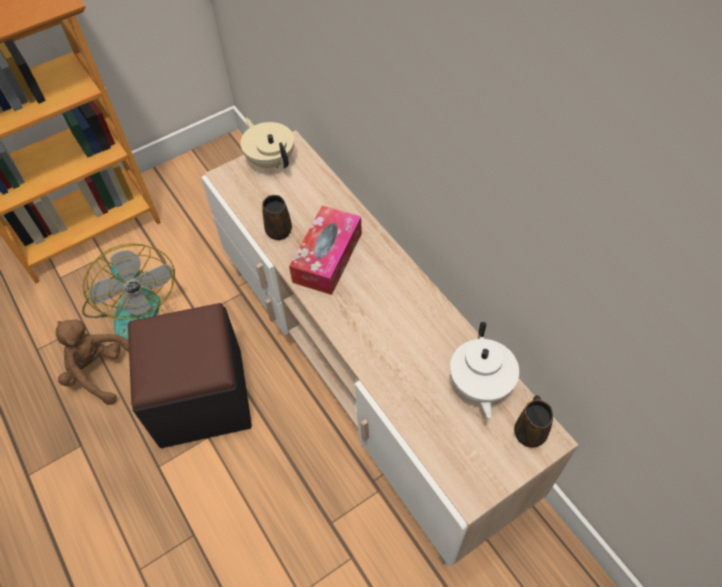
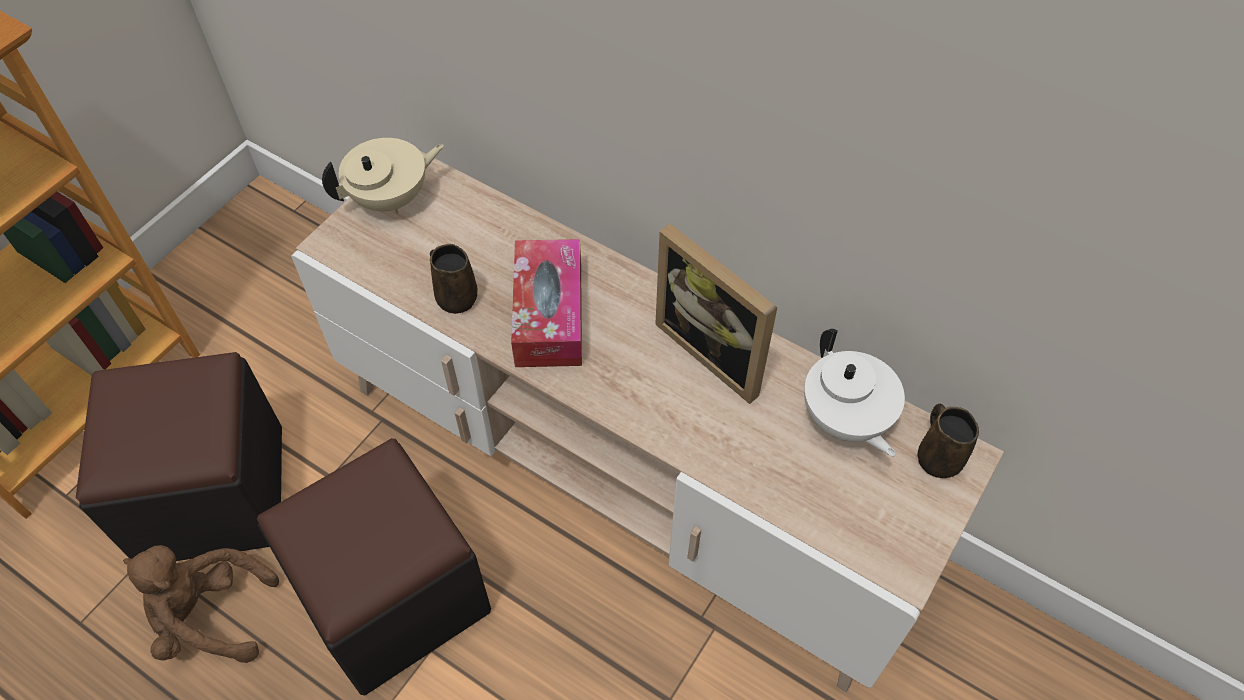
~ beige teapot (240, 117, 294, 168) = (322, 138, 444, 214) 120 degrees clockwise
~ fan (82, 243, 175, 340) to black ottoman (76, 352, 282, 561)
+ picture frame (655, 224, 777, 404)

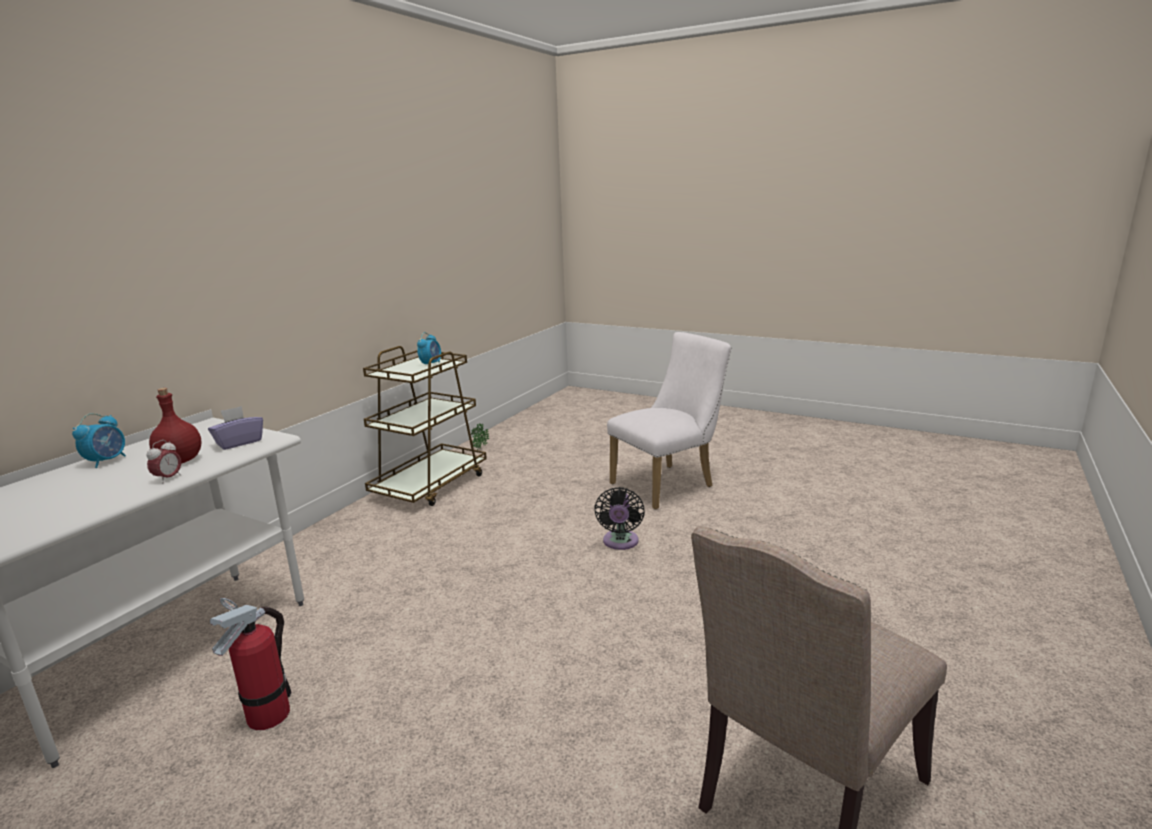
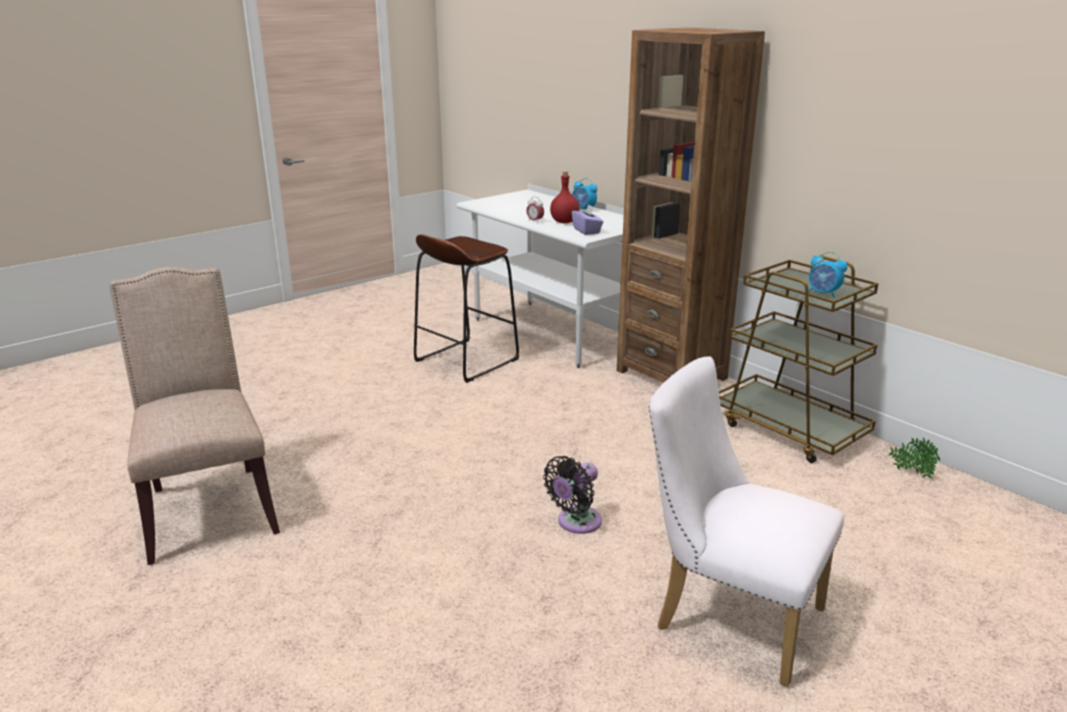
~ white chair (607, 332, 731, 510) = (649, 356, 844, 687) 135 degrees clockwise
~ black fan (594, 487, 645, 550) = (543, 456, 602, 534) 75 degrees counterclockwise
~ fire extinguisher (210, 598, 291, 730) to brown stool (414, 234, 519, 383)
+ brown bookcase (617, 28, 765, 383)

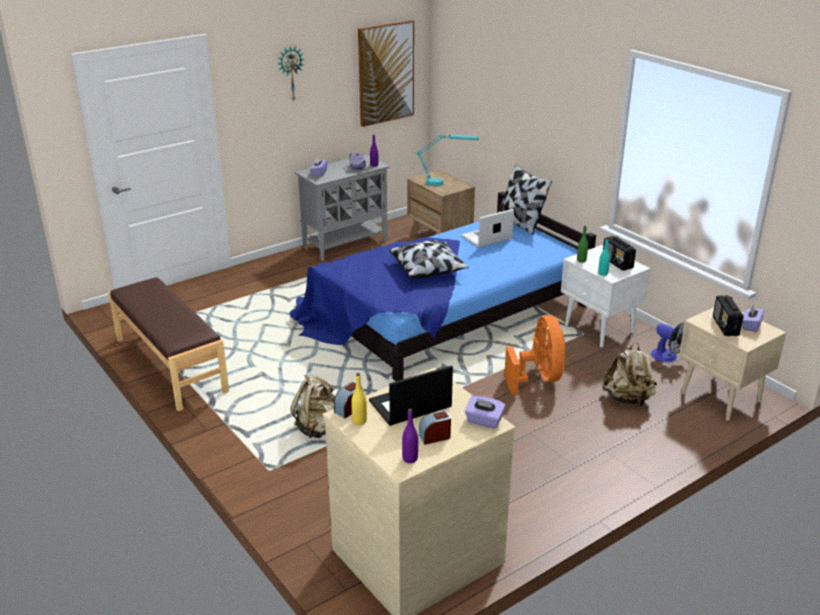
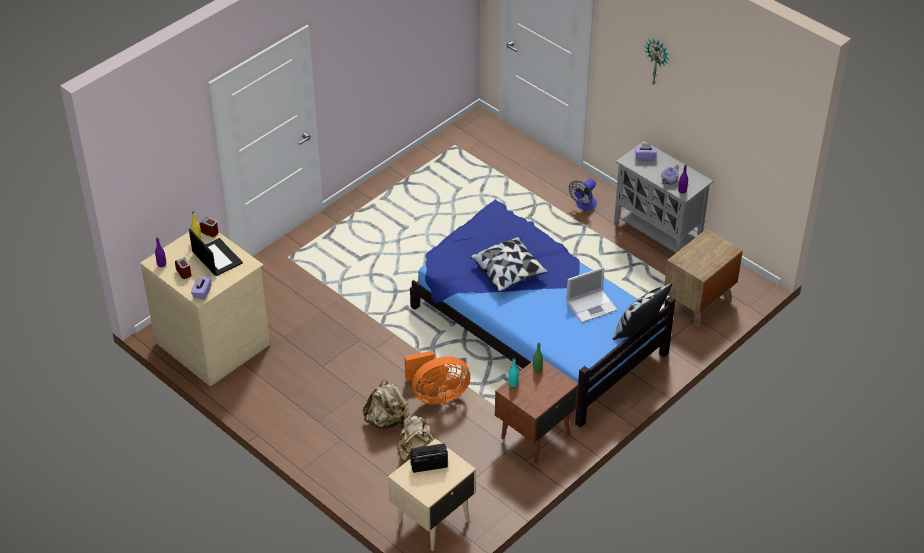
- picture (358, 20, 414, 127)
- turquoise table lamp (417, 133, 479, 186)
~ laptop (461, 209, 514, 248) = (566, 267, 617, 323) 105 degrees clockwise
- radio (603, 236, 636, 271)
~ white nightstand (561, 245, 651, 347) to brown nightstand (495, 360, 579, 463)
- brown bench (108, 277, 229, 411)
- purple tissue box (742, 304, 765, 332)
~ fan (651, 322, 685, 363) to (569, 179, 597, 211)
~ beige backpack (290, 374, 335, 438) to (363, 379, 410, 429)

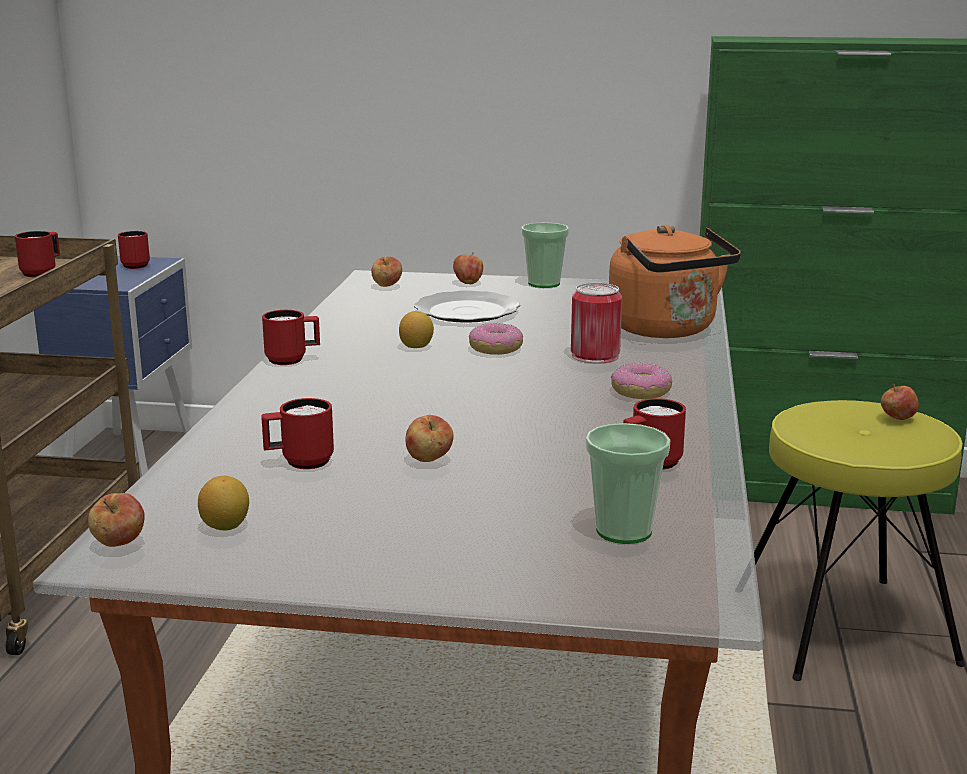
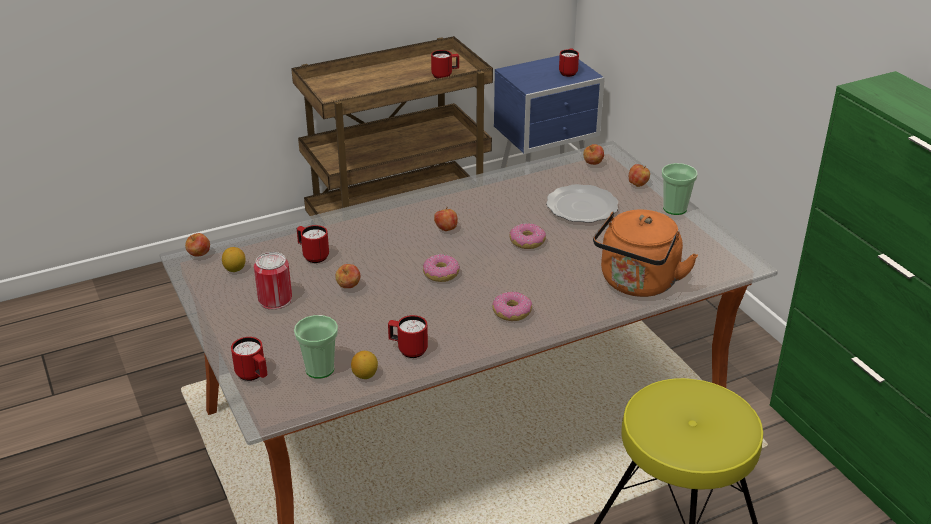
~ can (571, 283, 622, 363) to (254, 252, 292, 310)
~ red mug (262, 310, 320, 365) to (231, 337, 267, 381)
~ lemon (399, 311, 434, 348) to (351, 351, 378, 379)
~ apple (881, 384, 919, 420) to (434, 207, 458, 231)
+ donut (423, 254, 460, 282)

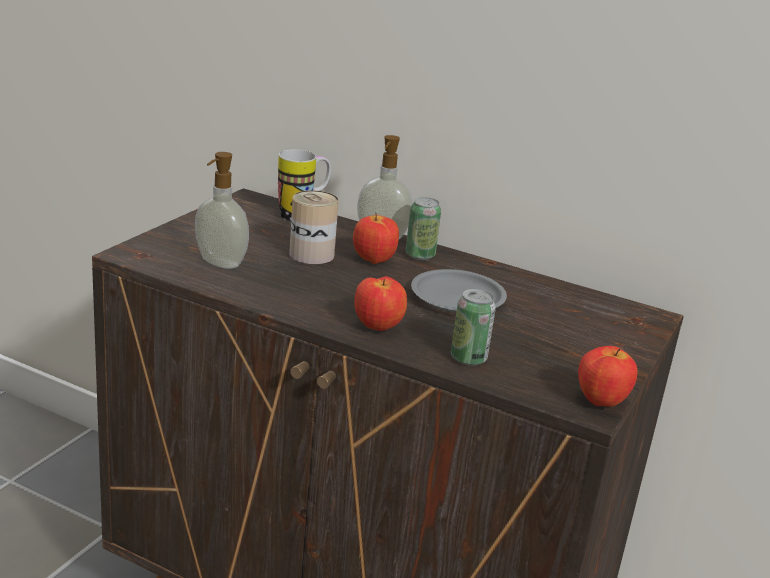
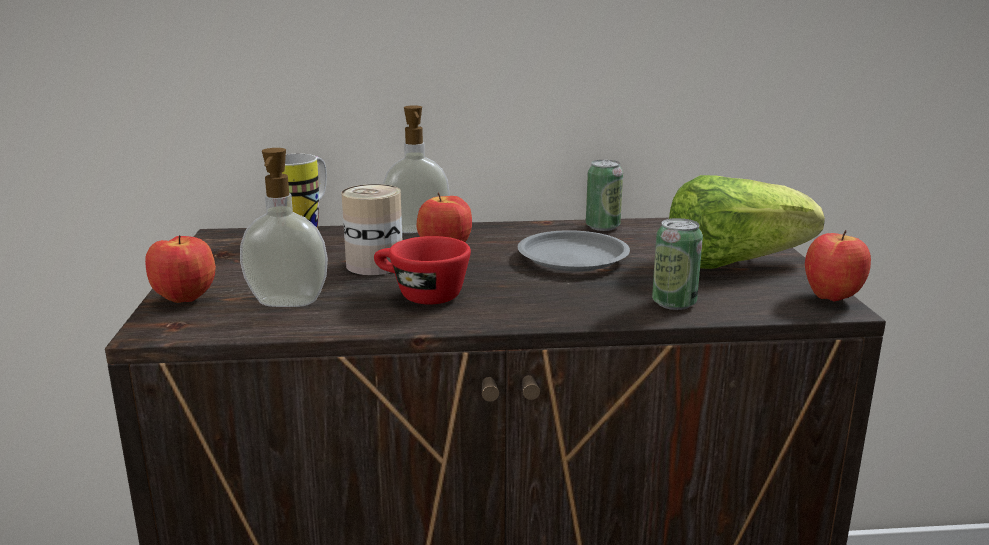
~ can (406, 197, 441, 260) to (586, 160, 623, 231)
~ apple (354, 276, 407, 331) to (145, 235, 216, 303)
+ lettuce (669, 175, 825, 269)
+ red cup (374, 236, 471, 305)

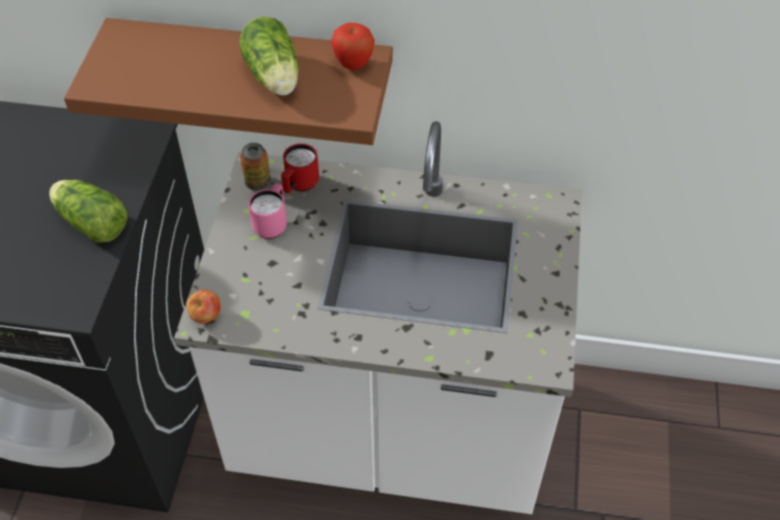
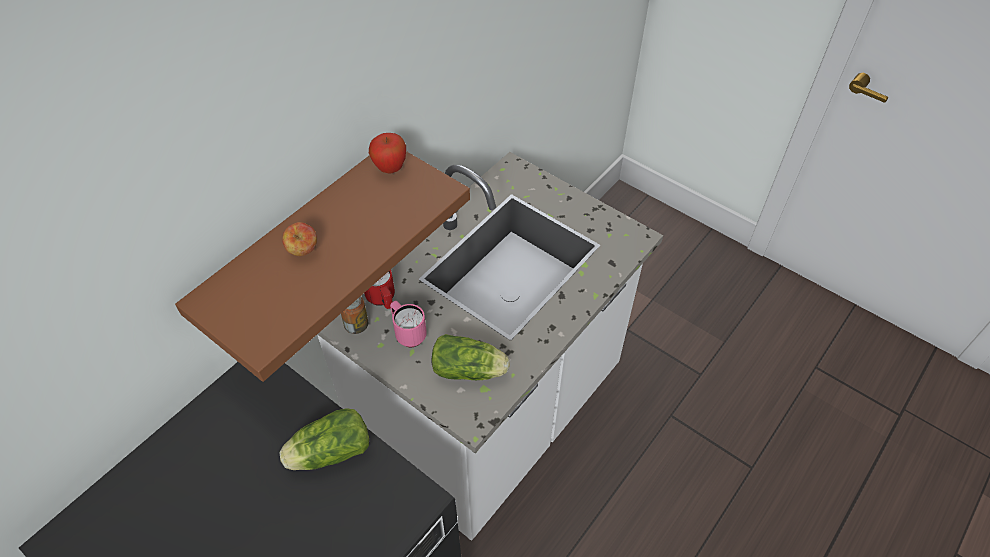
~ lettuce (239, 16, 299, 96) to (432, 334, 510, 380)
~ apple (187, 290, 221, 324) to (282, 222, 317, 256)

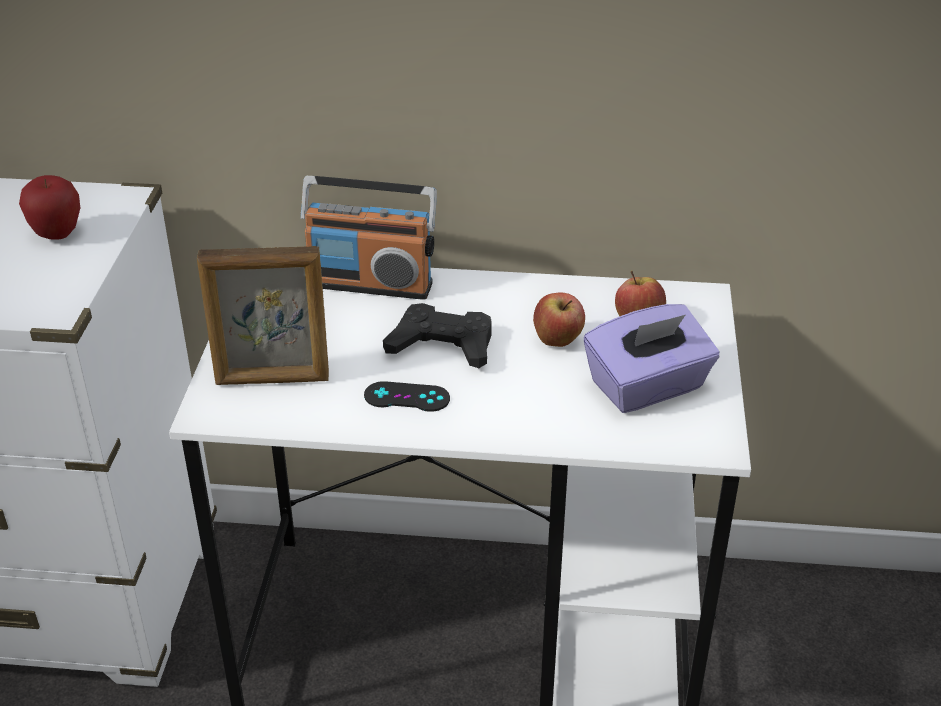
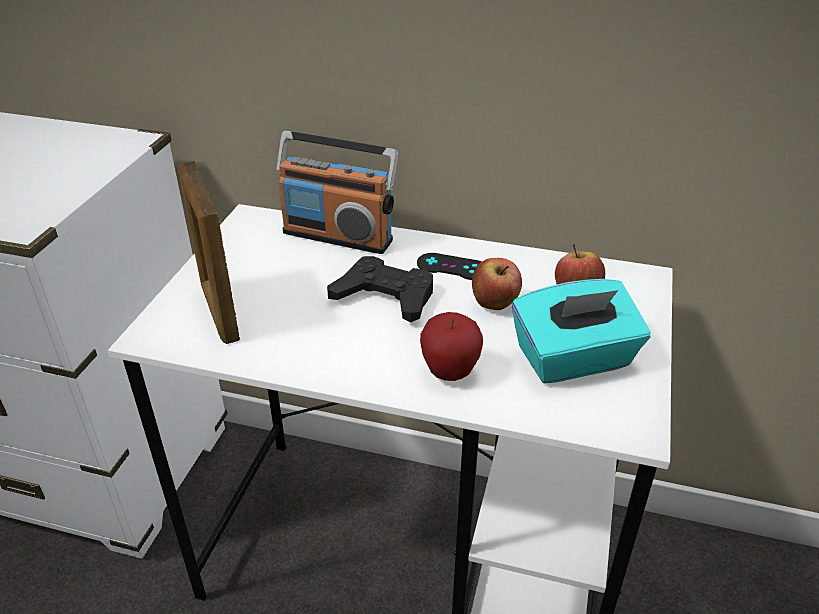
~ apple (19, 175, 80, 240) to (420, 312, 483, 381)
~ picture frame (197, 246, 329, 385) = (178, 161, 240, 344) 60 degrees clockwise
~ purple tissue box (584, 304, 720, 413) to turquoise tissue box (512, 279, 651, 384)
~ black game controller (364, 381, 450, 412) to (417, 253, 482, 280)

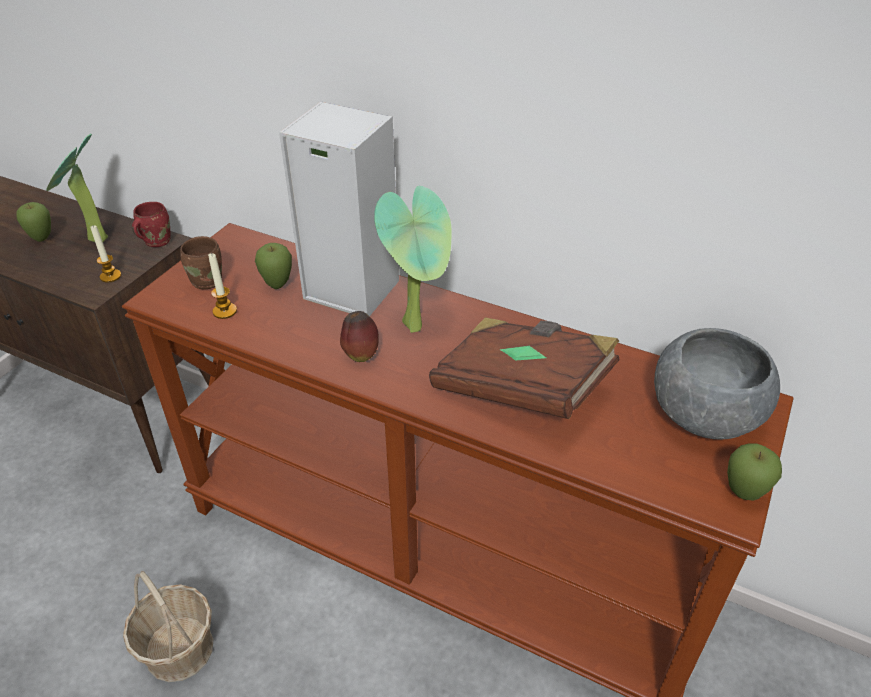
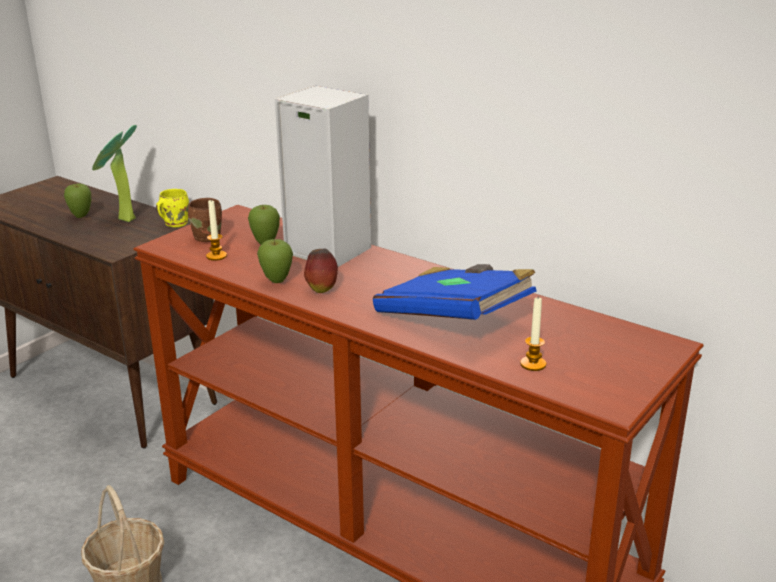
- potted plant (374, 186, 452, 333)
~ red mug (132, 202, 171, 247) to yellow mug (156, 189, 189, 227)
~ candle (90, 226, 121, 283) to (520, 298, 546, 371)
~ brown book (429, 317, 619, 419) to blue book (373, 264, 537, 320)
- grey bowl (654, 328, 780, 440)
~ apple (727, 444, 782, 501) to (257, 239, 293, 283)

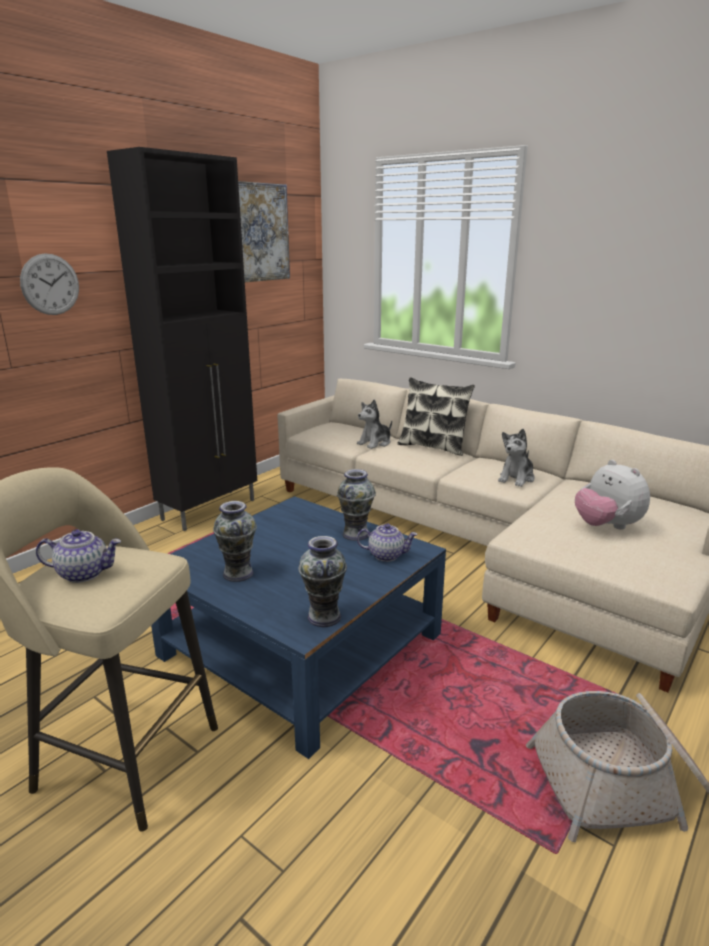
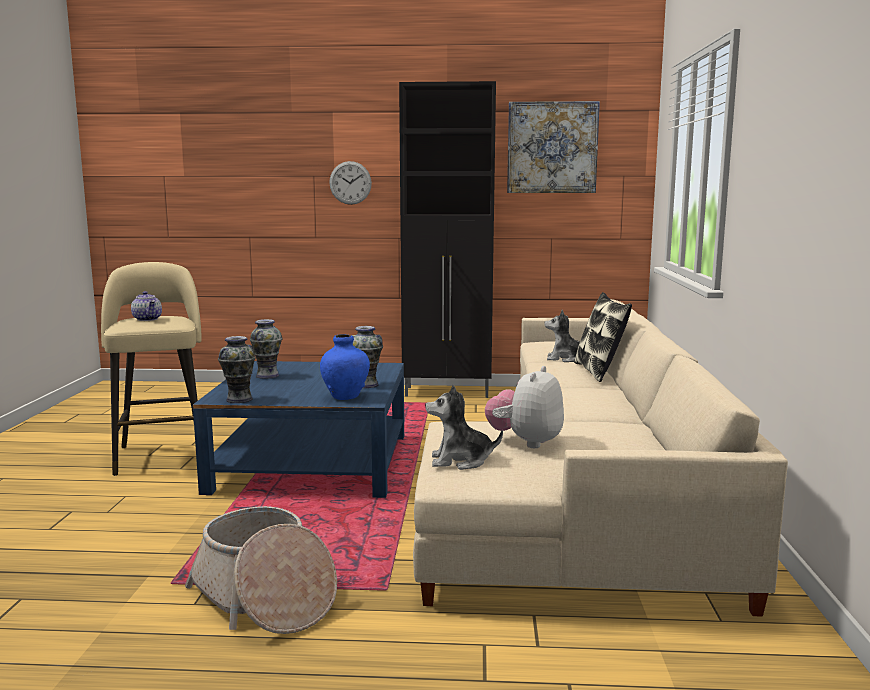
~ plush toy (498, 429, 535, 487) to (425, 384, 503, 470)
~ teapot (357, 523, 418, 562) to blue vase (320, 334, 370, 400)

